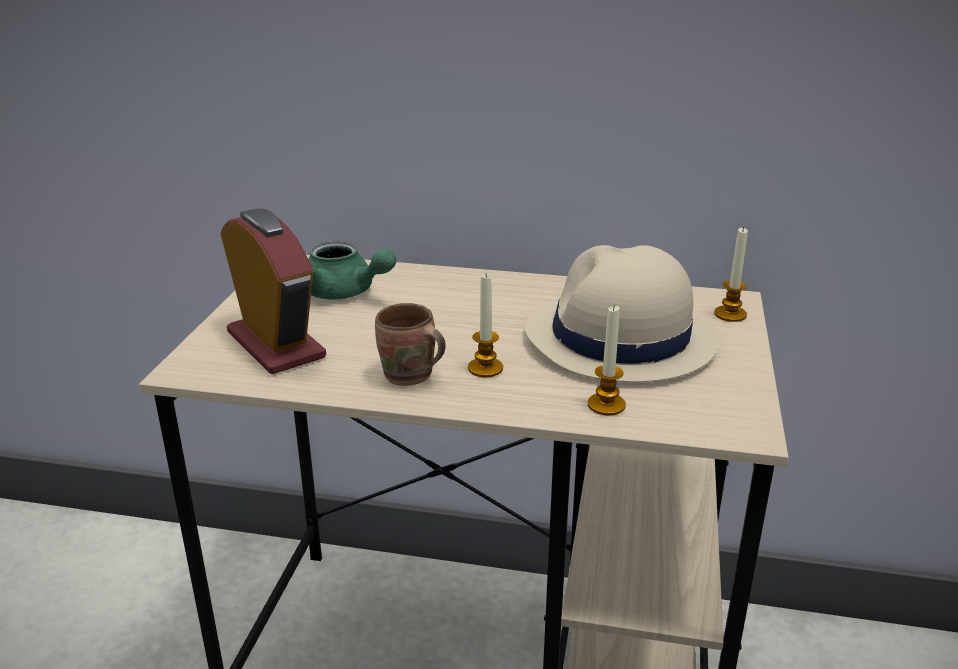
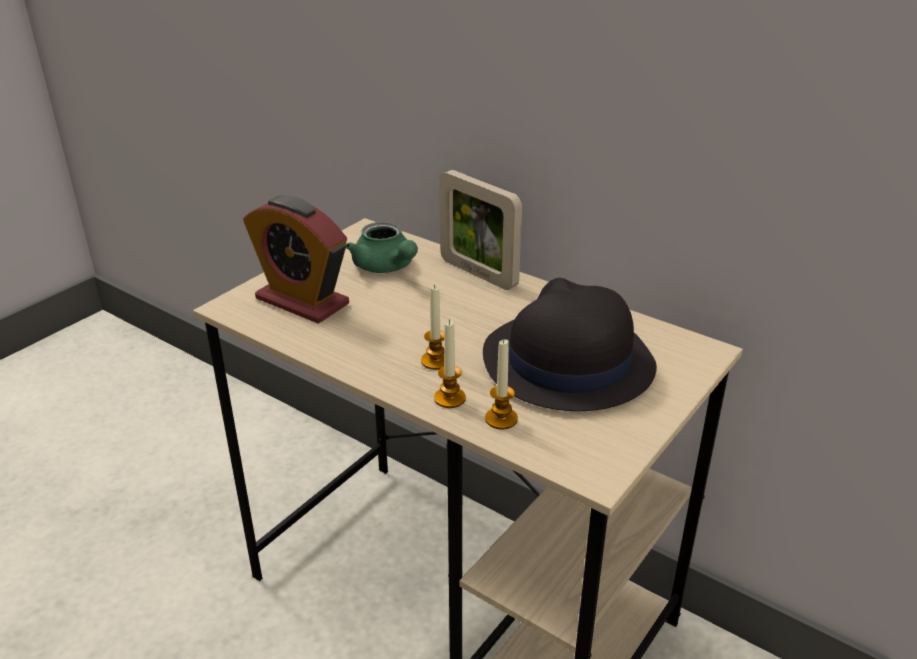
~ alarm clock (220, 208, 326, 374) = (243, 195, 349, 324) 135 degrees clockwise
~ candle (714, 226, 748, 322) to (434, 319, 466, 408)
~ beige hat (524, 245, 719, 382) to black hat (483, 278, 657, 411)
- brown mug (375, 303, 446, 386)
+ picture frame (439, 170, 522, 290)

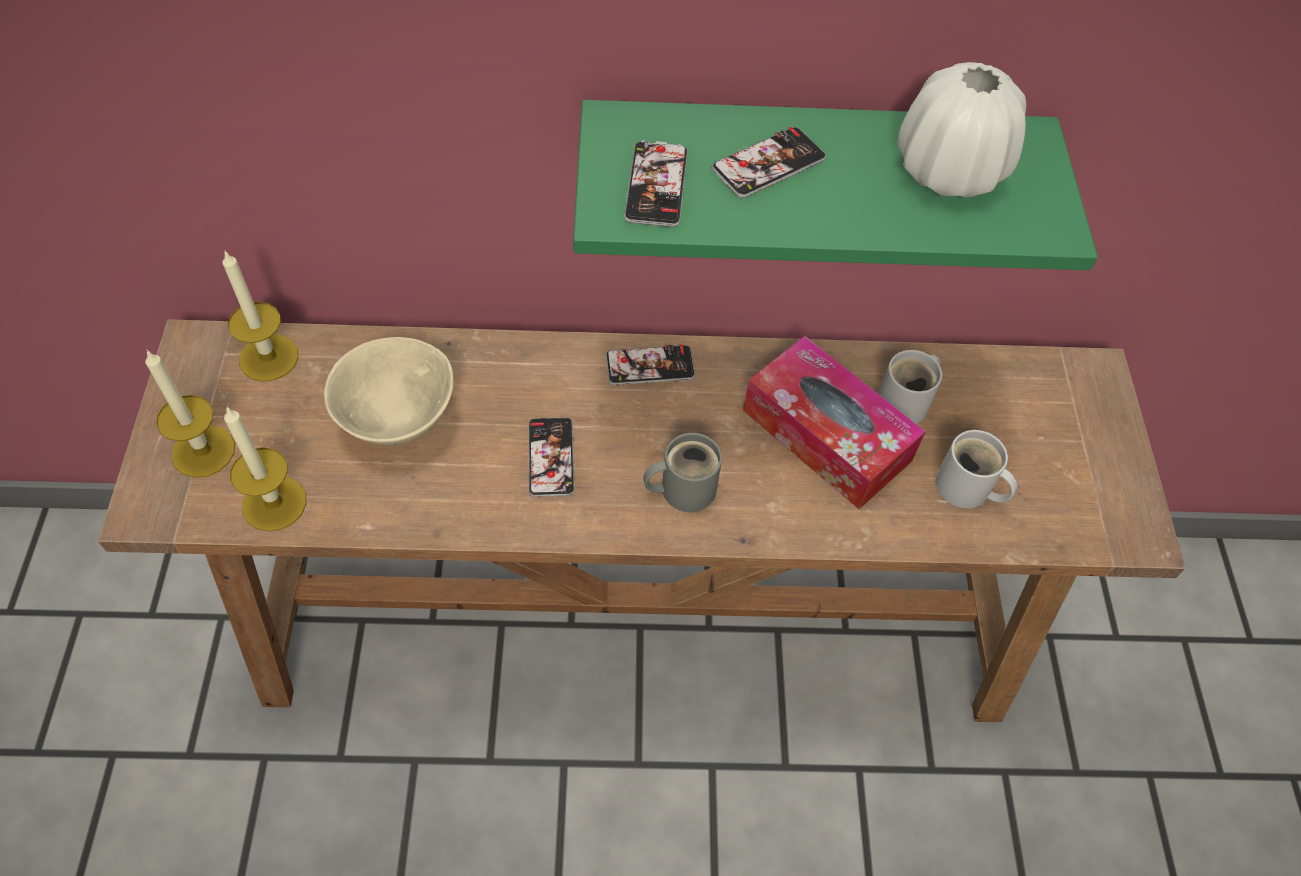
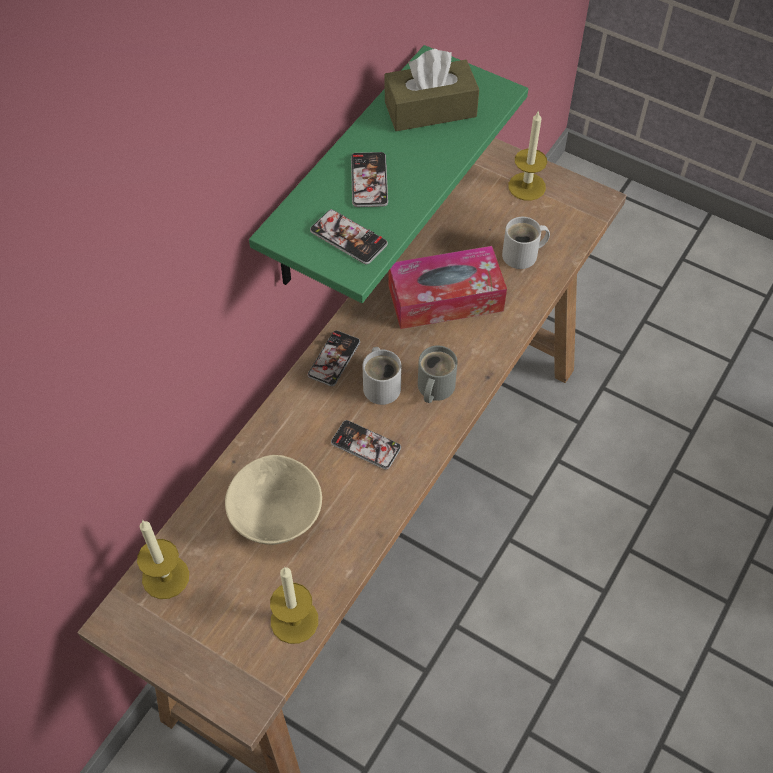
~ white vase (897, 62, 1026, 198) to brown tissue box (384, 49, 479, 131)
~ candle (145, 349, 235, 478) to (508, 110, 547, 201)
~ white mug (878, 350, 942, 424) to (363, 347, 401, 405)

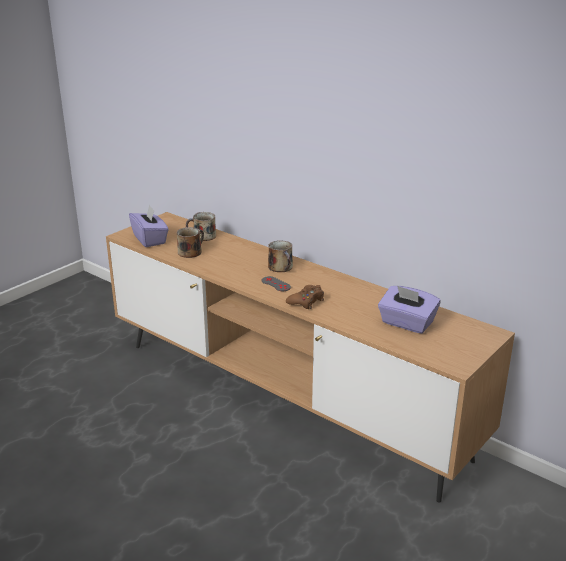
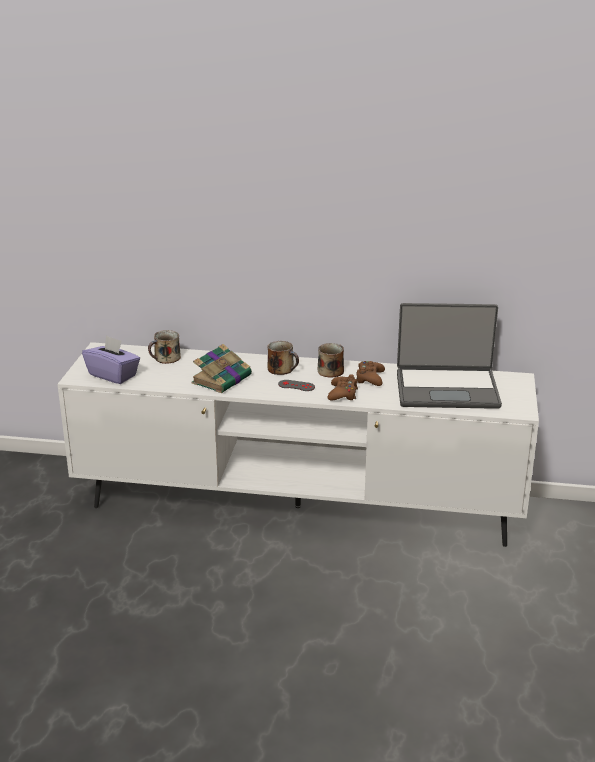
~ brown tv stand (106, 212, 515, 502) to white tv stand (58, 342, 539, 547)
~ mug (177, 227, 204, 258) to (318, 343, 344, 377)
~ purple tissue box (378, 286, 441, 334) to laptop (397, 303, 502, 409)
+ book (191, 344, 252, 393)
+ brown game controller (356, 361, 385, 386)

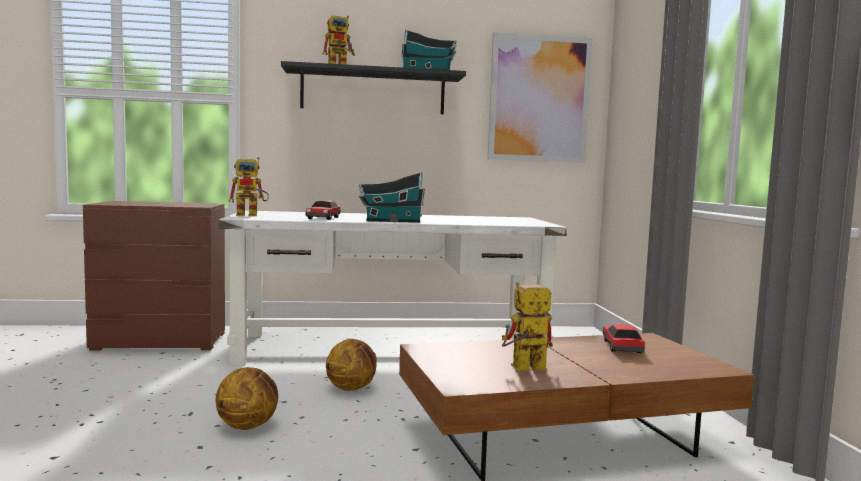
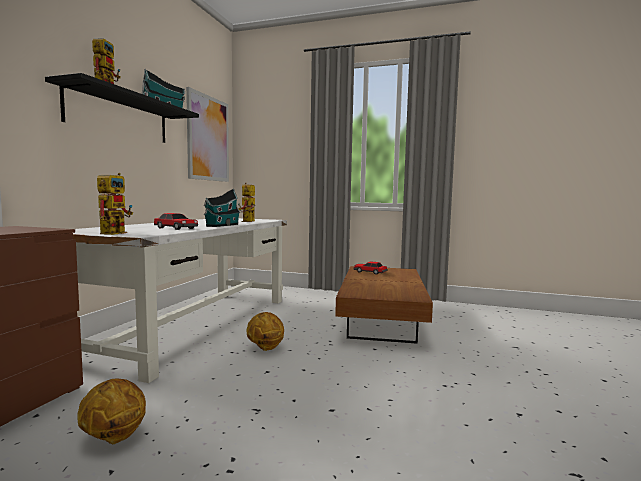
~ toy robot (502, 282, 553, 371) to (238, 182, 255, 222)
~ basketball (216, 367, 278, 430) to (77, 379, 146, 444)

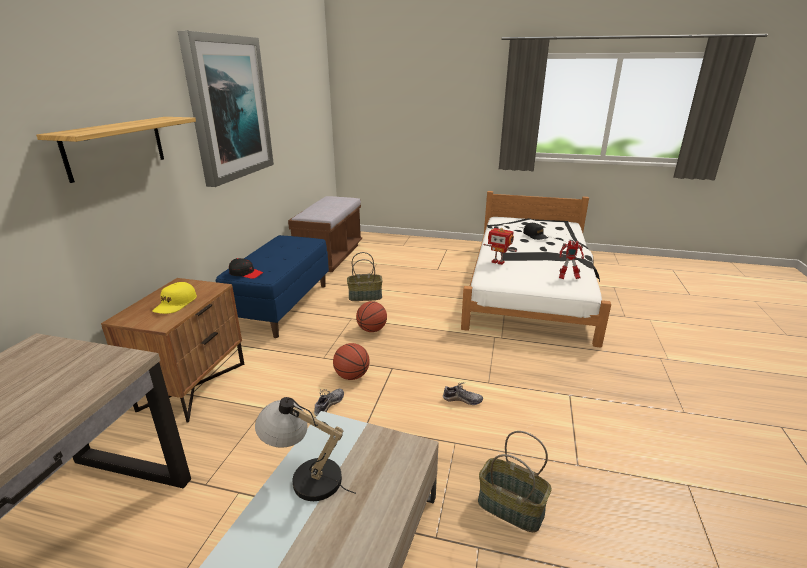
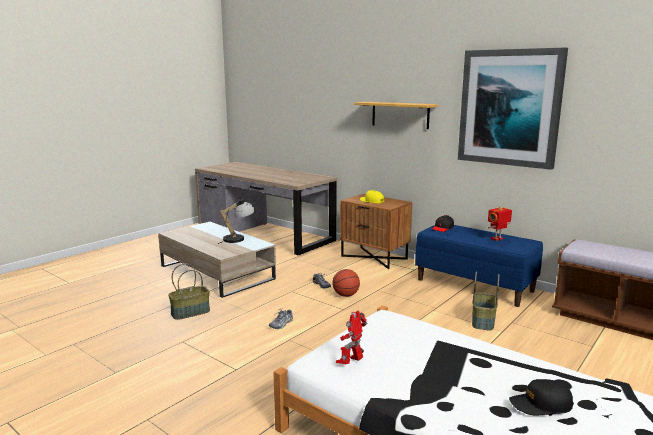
~ toy robot (484, 228, 517, 265) to (488, 206, 512, 241)
- basketball (356, 301, 387, 332)

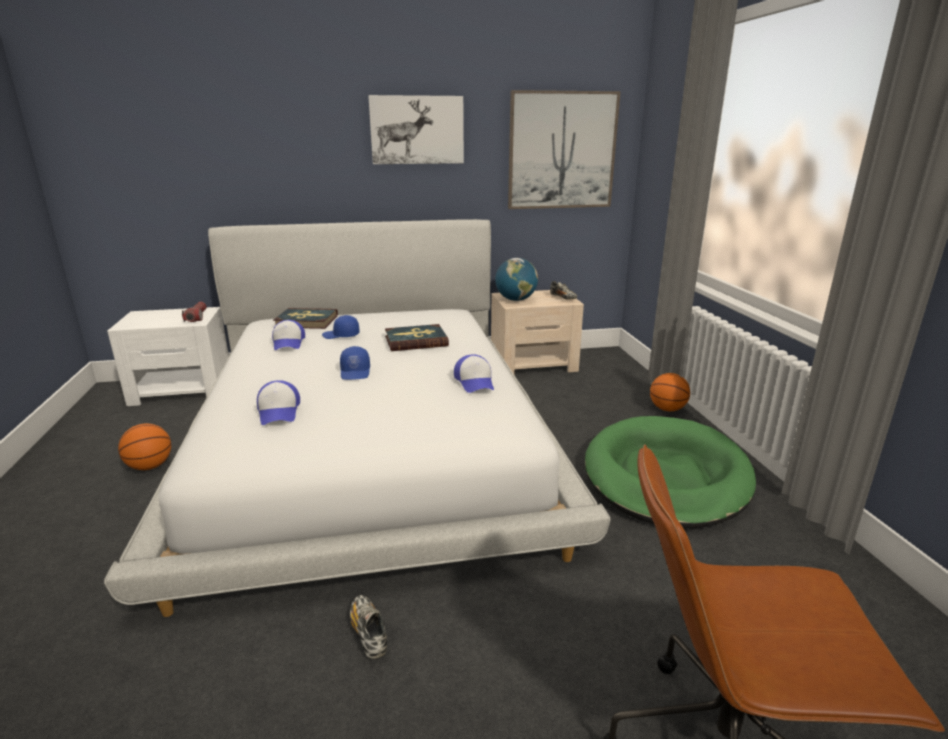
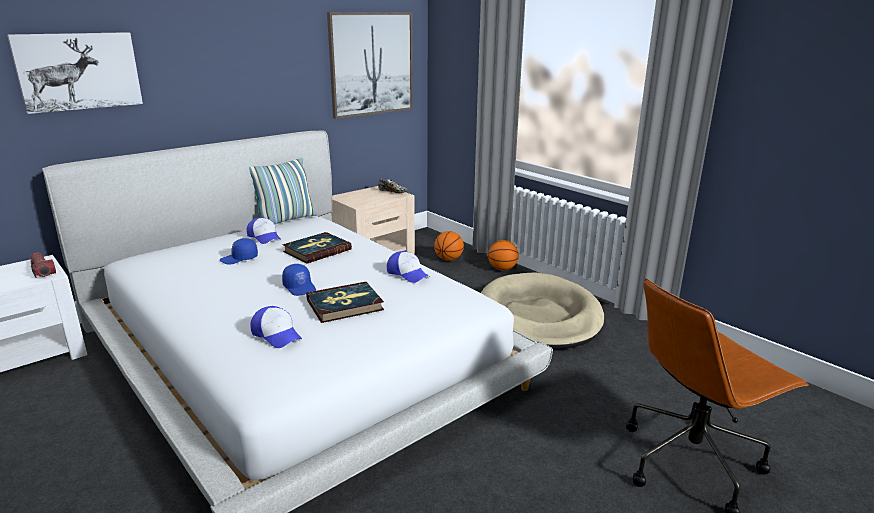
~ picture (368, 95, 464, 164) to (7, 32, 143, 114)
- globe (495, 258, 538, 301)
~ book (273, 308, 338, 329) to (306, 282, 384, 323)
~ cap (272, 320, 305, 350) to (246, 217, 281, 244)
~ green dog bed (585, 416, 756, 528) to beige dog bed (481, 272, 604, 350)
~ basketball (118, 424, 171, 470) to (434, 231, 464, 261)
- shoe (350, 595, 387, 659)
+ pillow (249, 157, 317, 224)

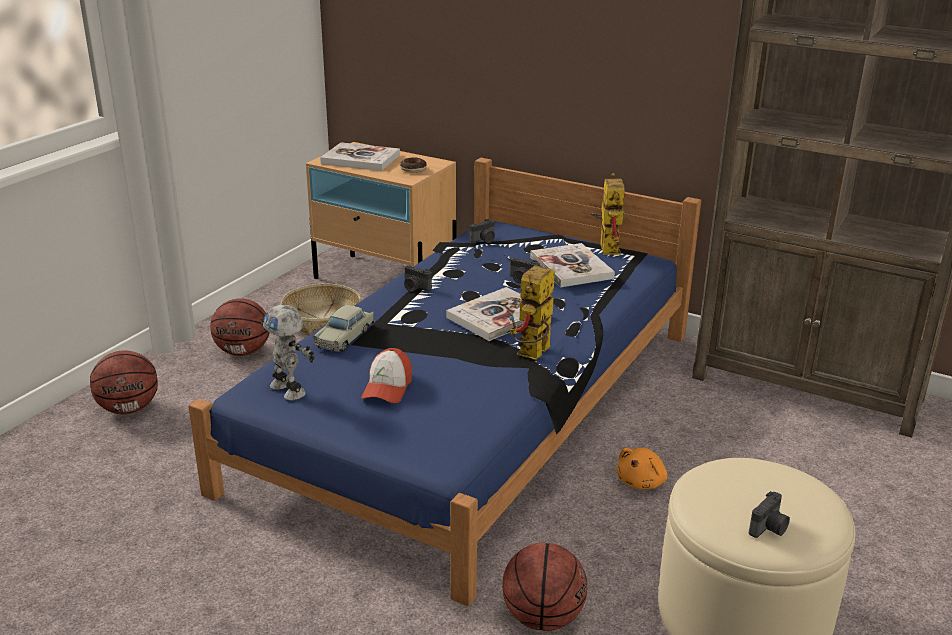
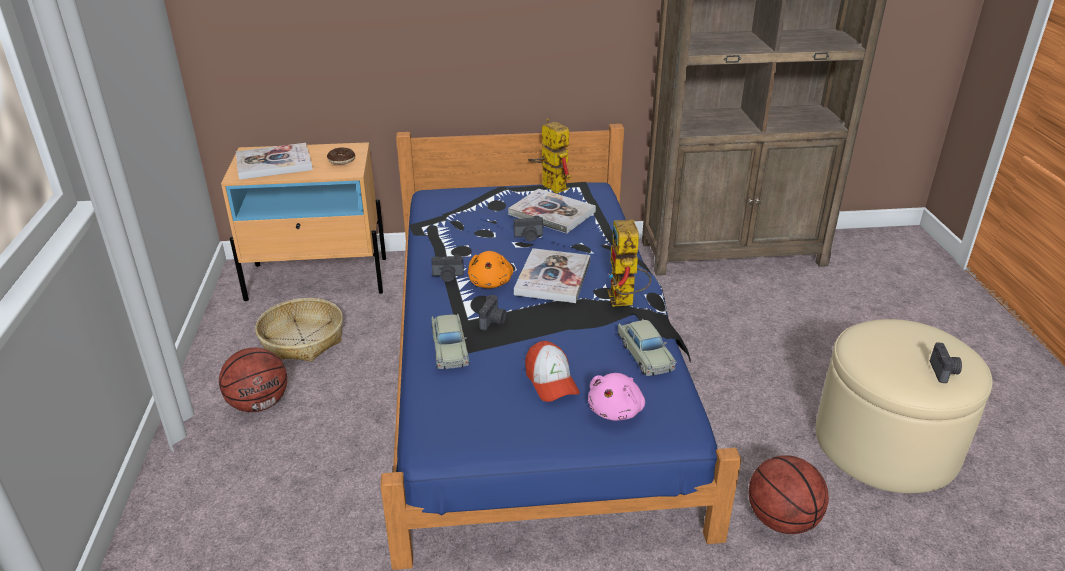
~ photo camera (470, 219, 495, 243) to (479, 295, 506, 331)
- toy robot (261, 305, 315, 401)
- basketball (90, 351, 158, 414)
~ orange plush toy (617, 448, 668, 489) to (468, 251, 513, 288)
+ beige toy car (618, 319, 676, 376)
+ pink plush toy (588, 373, 645, 421)

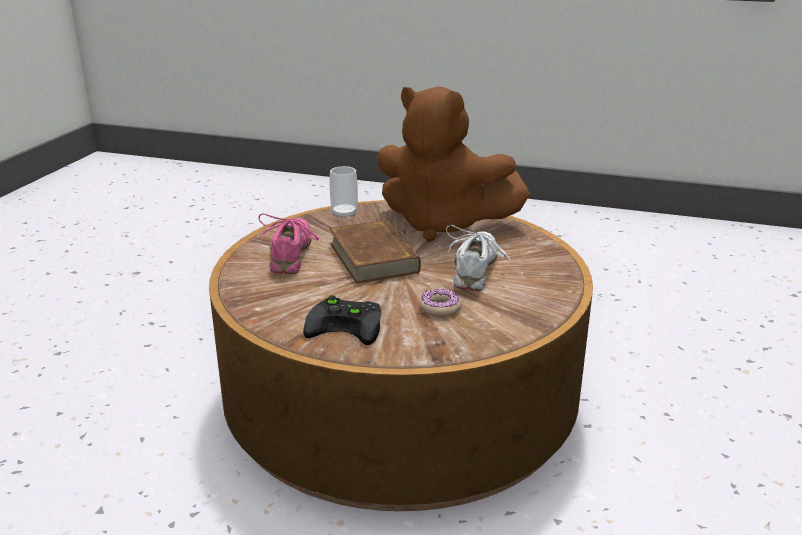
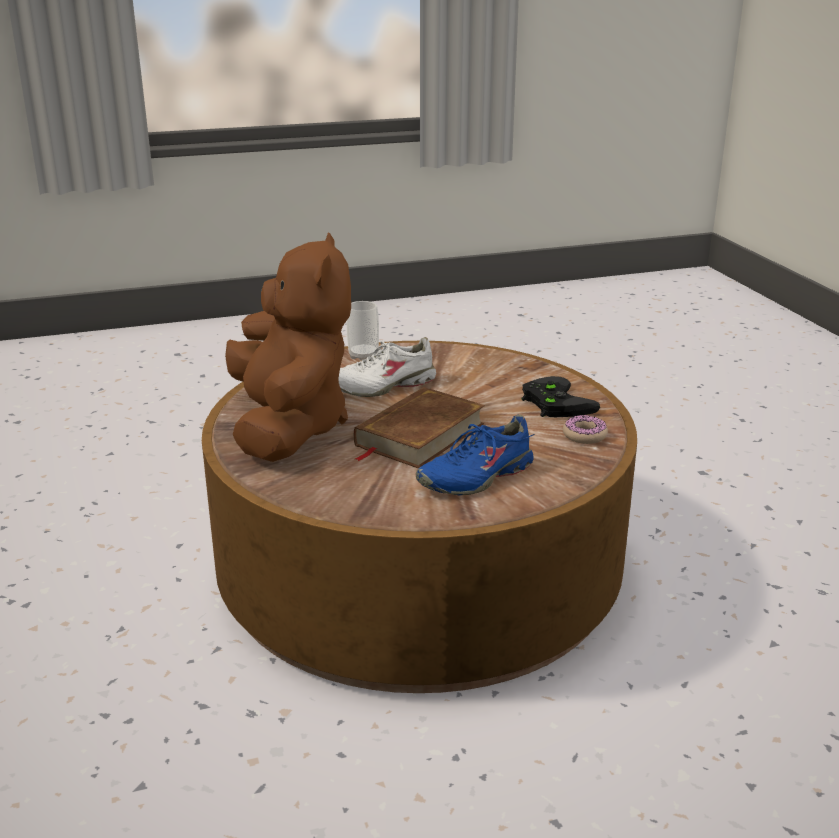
~ cup (330, 166, 358, 219) to (347, 301, 379, 361)
~ pink shoe (258, 213, 322, 274) to blue shoe (416, 414, 535, 496)
~ donut (420, 289, 462, 317) to (563, 415, 608, 444)

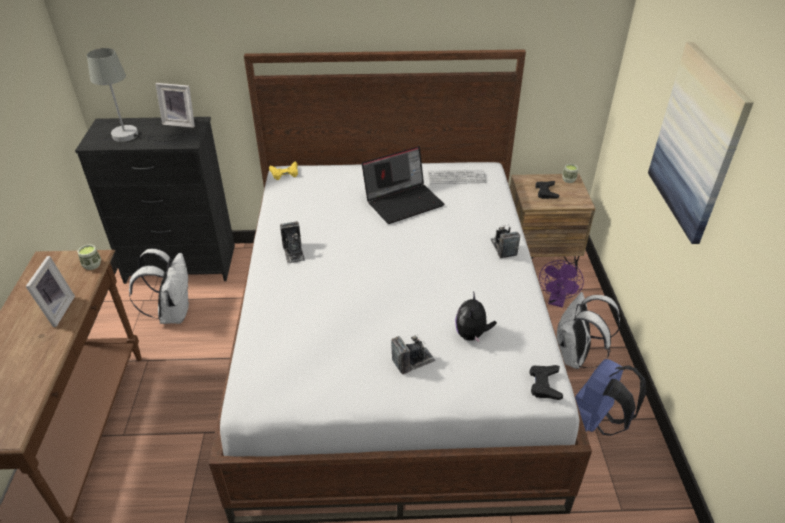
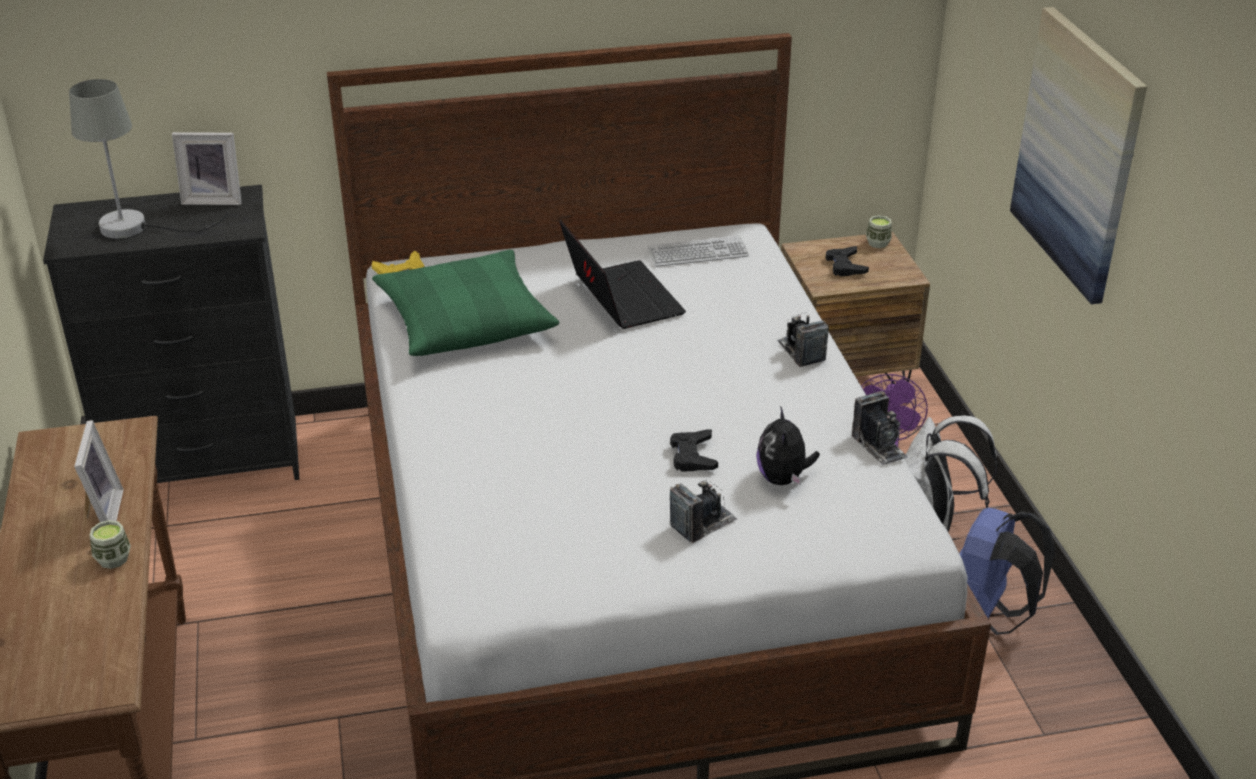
~ laptop (362, 146, 445, 224) = (559, 220, 686, 329) 75 degrees counterclockwise
~ photo camera (280, 221, 305, 264) to (852, 391, 908, 466)
~ cup (77, 244, 101, 270) to (90, 520, 131, 569)
- white backpack (129, 248, 189, 324)
~ black game controller (530, 365, 563, 400) to (670, 430, 718, 471)
+ green pillow (372, 250, 559, 356)

